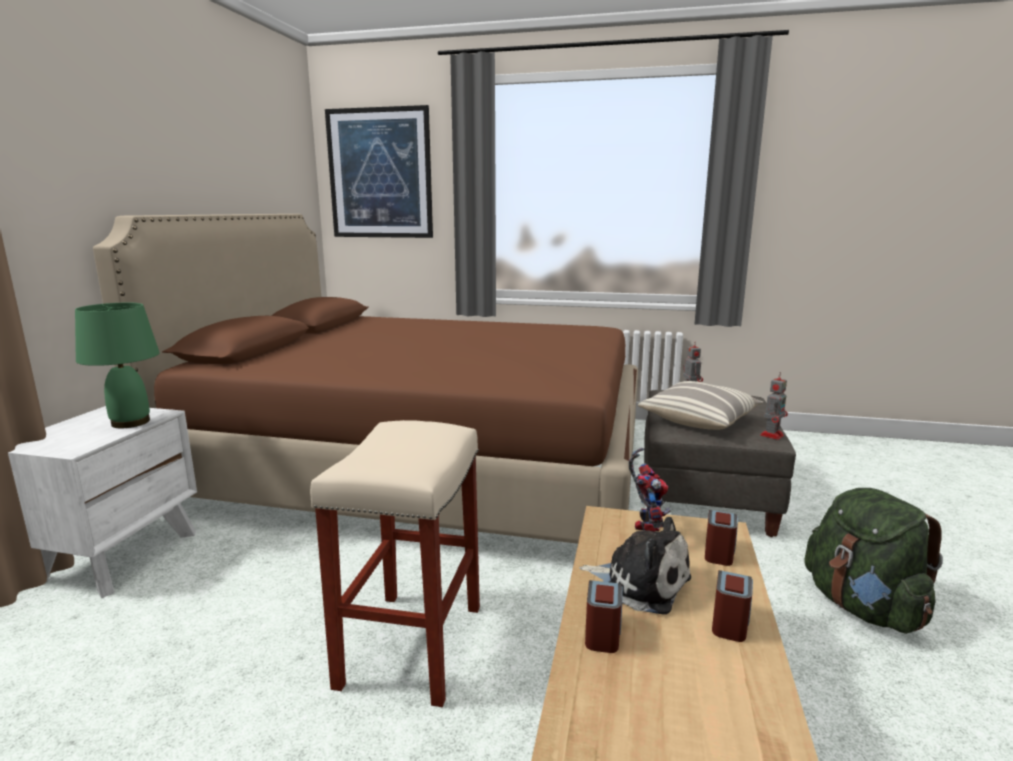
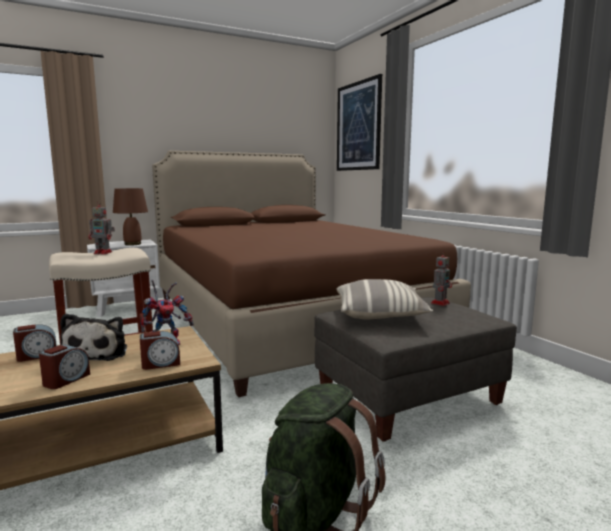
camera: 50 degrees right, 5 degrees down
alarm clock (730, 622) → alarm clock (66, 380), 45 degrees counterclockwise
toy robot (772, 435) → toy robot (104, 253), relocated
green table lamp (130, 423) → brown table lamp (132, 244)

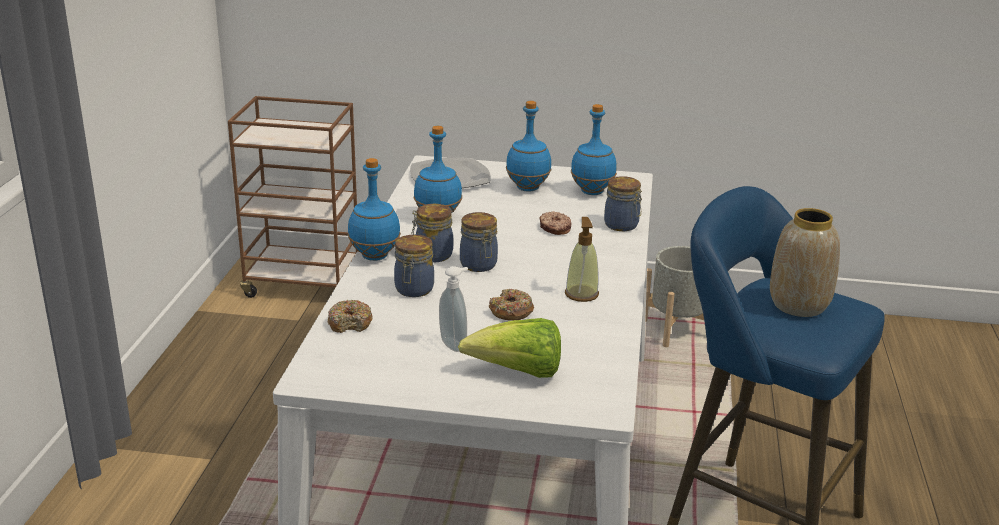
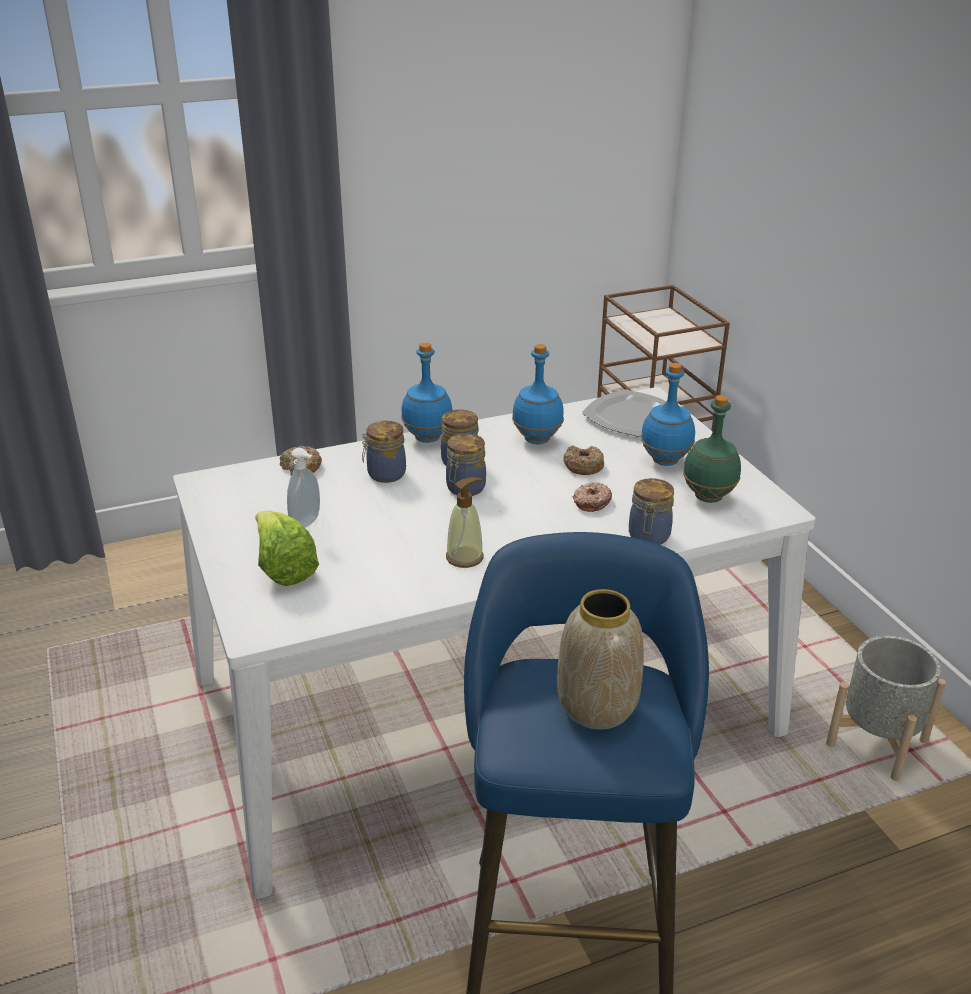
camera: 60 degrees right, 5 degrees up
donut (511, 312) → donut (583, 466), relocated
blue bottle (592, 191) → green bottle (709, 496)

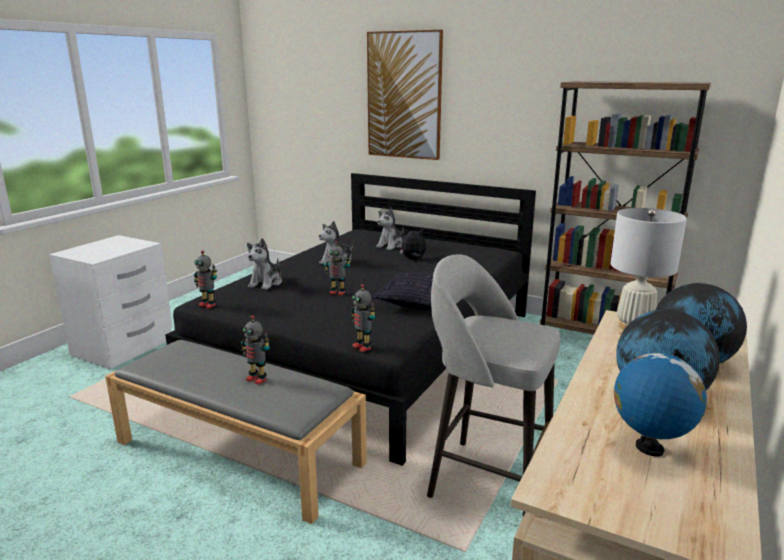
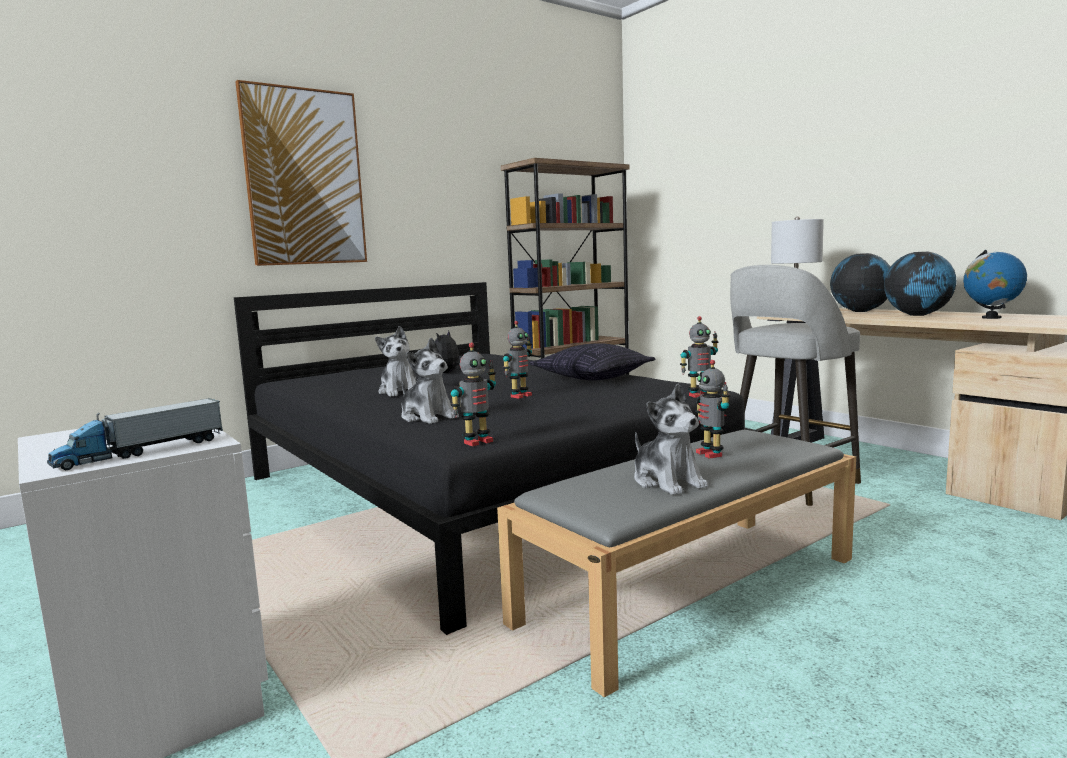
camera: 65 degrees left, 10 degrees down
- → toy truck (141, 452)
plush toy (391, 245) → plush toy (667, 481), relocated
toy robot (257, 379) → toy robot (711, 454), 105 degrees clockwise

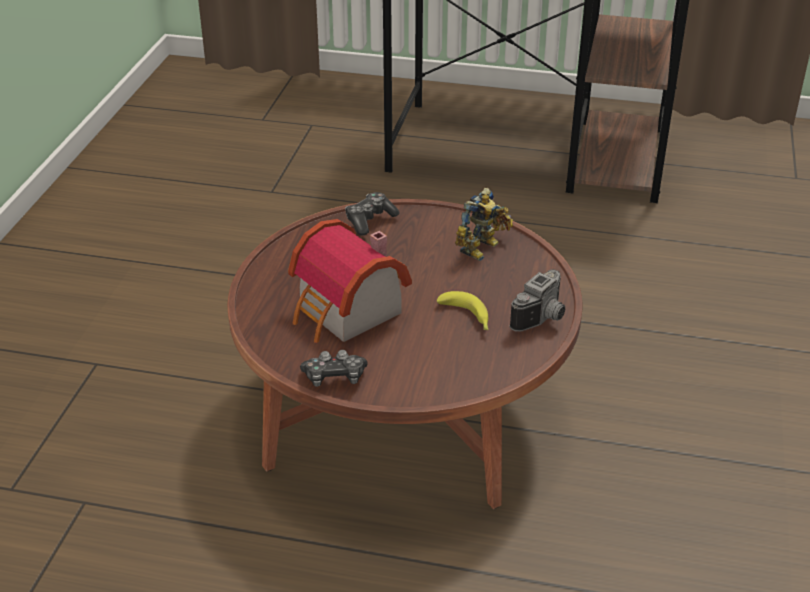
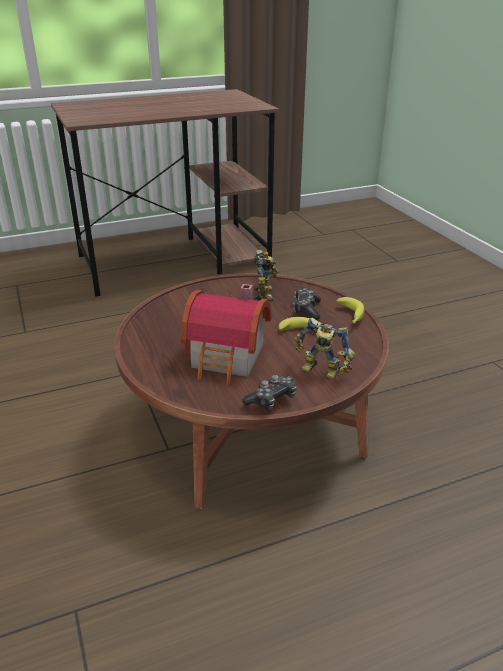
camera: 35 degrees left, 5 degrees down
game controller (370, 220) → game controller (306, 309), relocated
- → toy robot (321, 372)
photo camera (544, 318) → banana (350, 315)

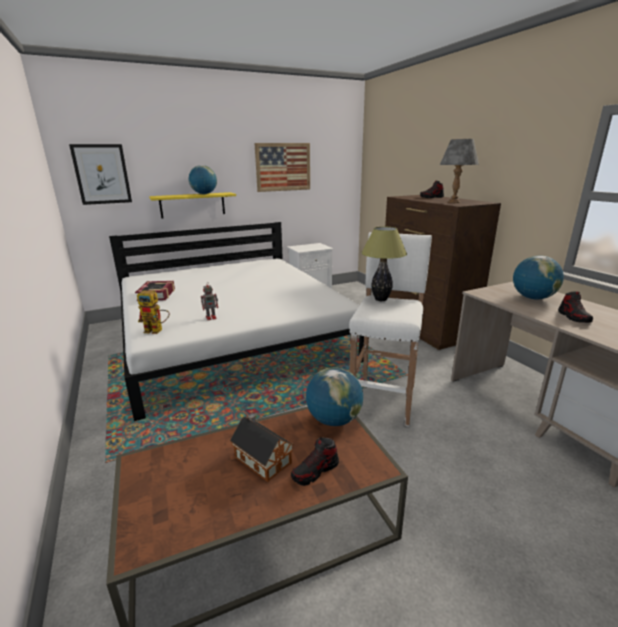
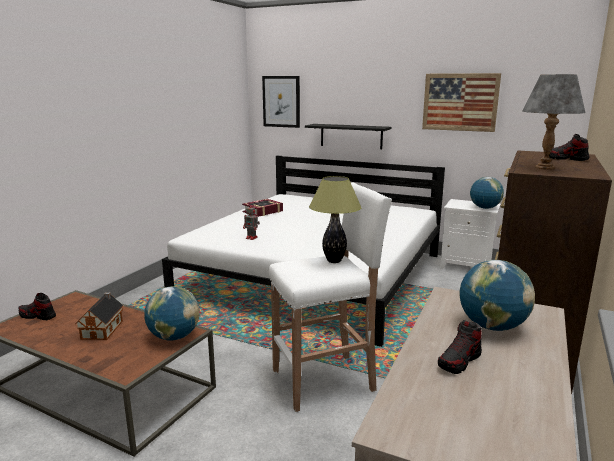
camera: 50 degrees right, 5 degrees down
shoe (315, 471) → shoe (37, 316), relocated
yellow shelf (192, 205) → black shelf (351, 136)
globe (204, 194) → globe (485, 208), relocated
toy robot (157, 330) → -

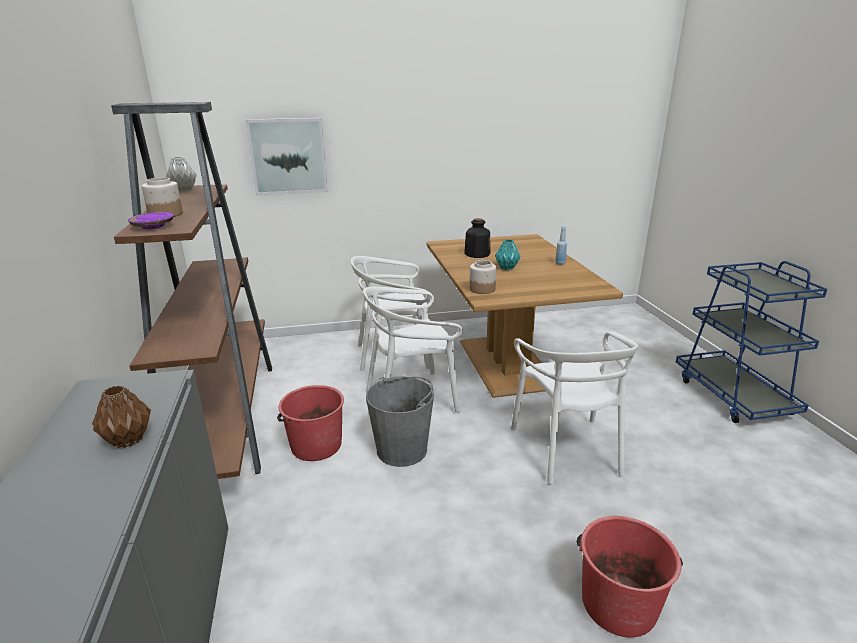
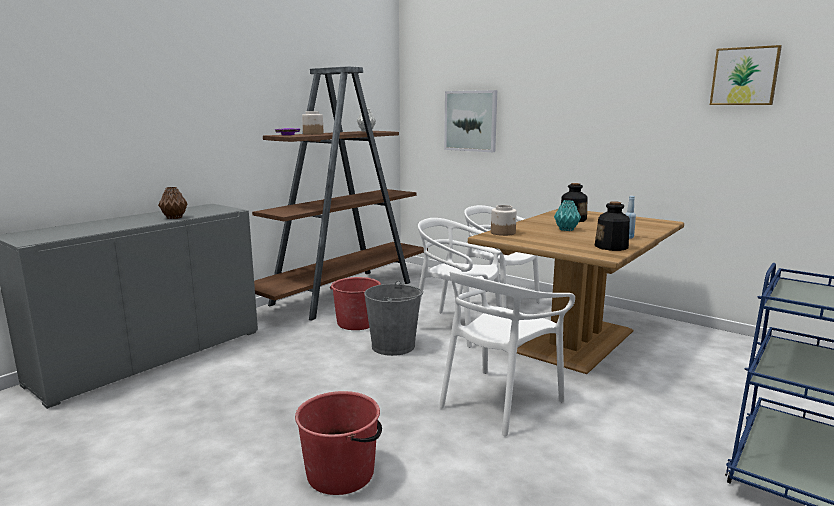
camera: 50 degrees right, 10 degrees down
- → bottle (611, 247)
- → picture (744, 76)

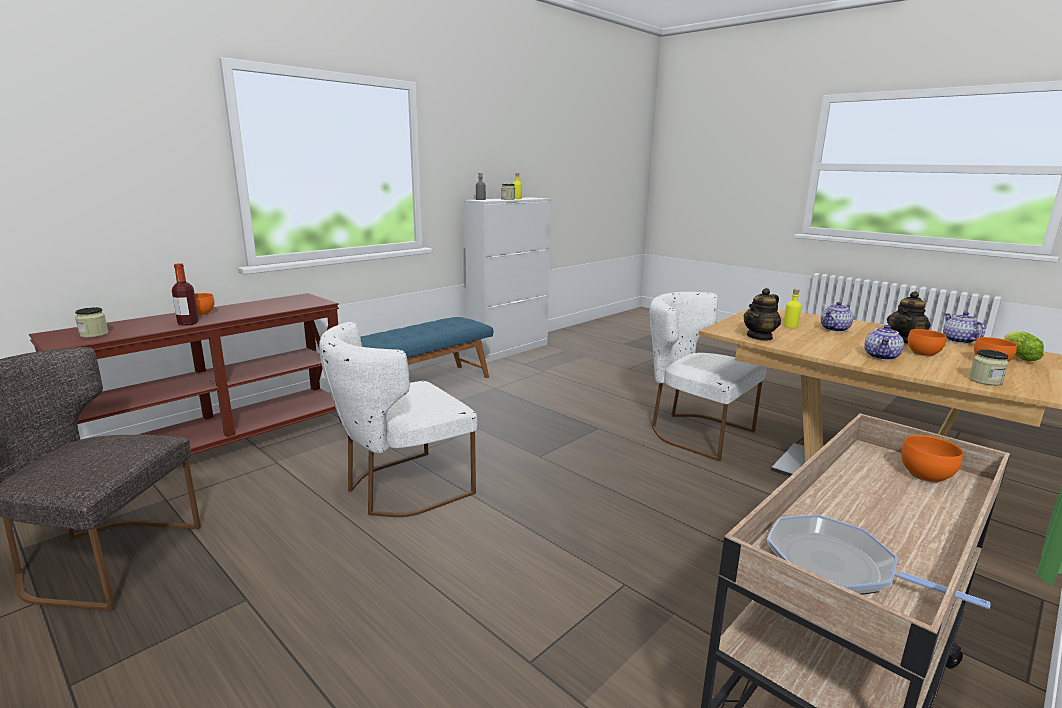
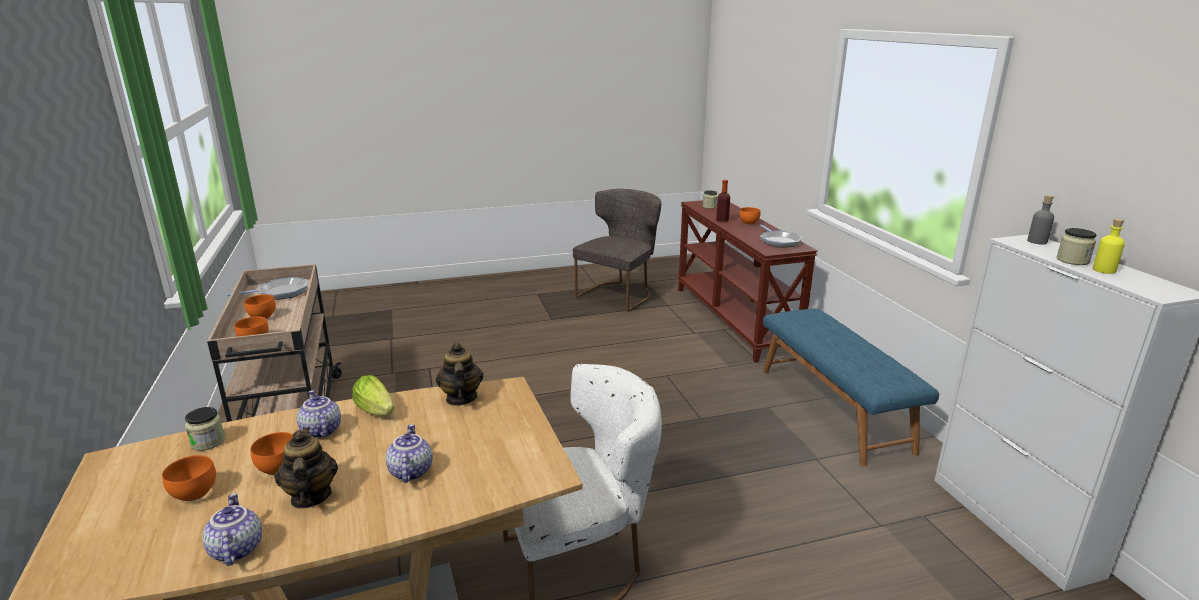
camera: 120 degrees right, 5 degrees up
teapot (958, 341) → teapot (235, 549), 135 degrees counterclockwise
- → orange bowl (261, 316)
lettuce (1016, 356) → lettuce (377, 411), relocated
- → frying pan (779, 241)
white chair (401, 488) → -
yellow bottle (790, 326) → -

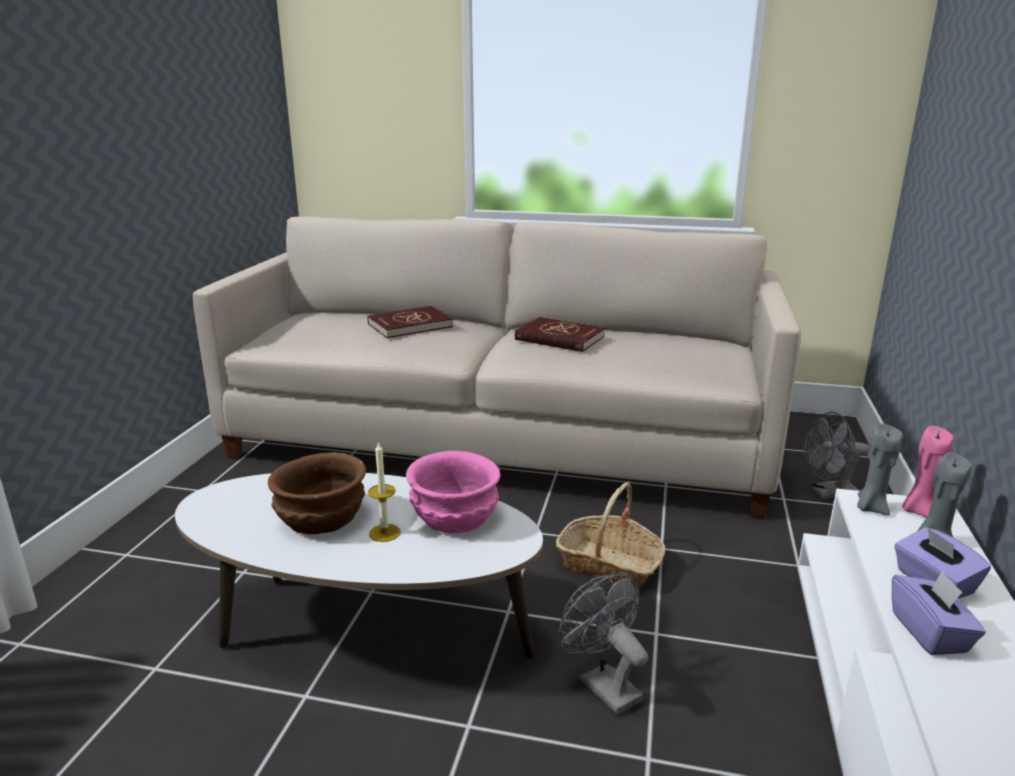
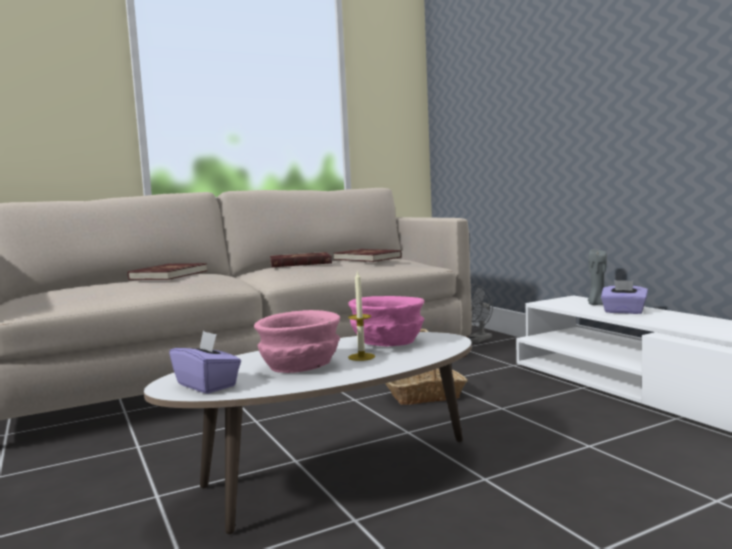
camera: 40 degrees left, 15 degrees down
purple tissue box (930, 633) → purple tissue box (207, 385), relocated
brown bowl (320, 520) → pink bowl (300, 366)
- → red book (367, 258)
grey fan (602, 684) → -
grey candle (870, 508) → -
pink candle (918, 511) → -

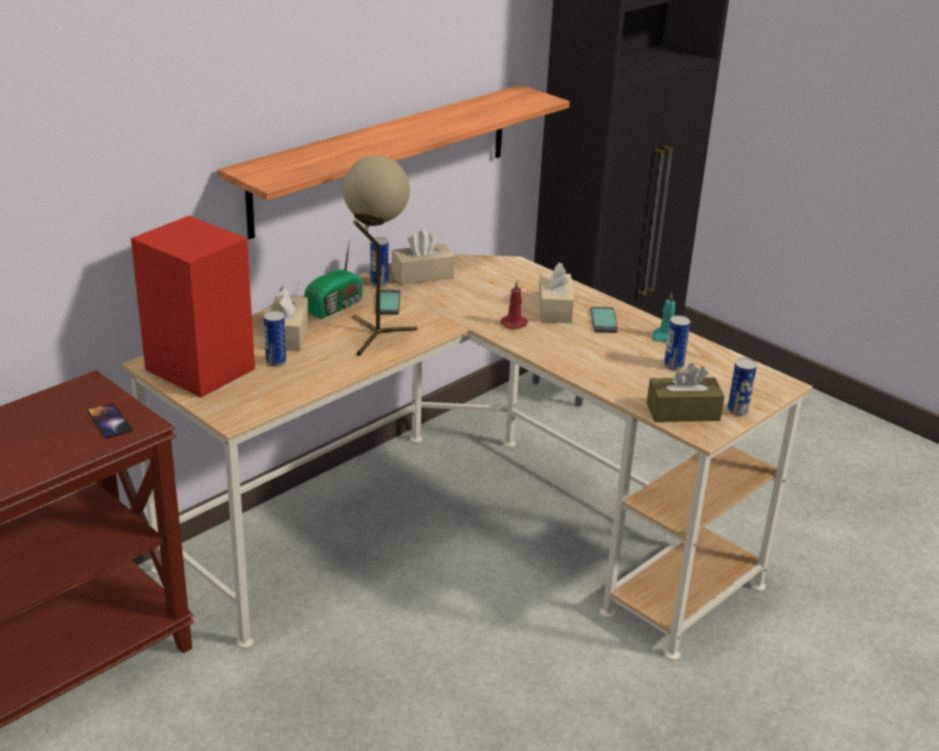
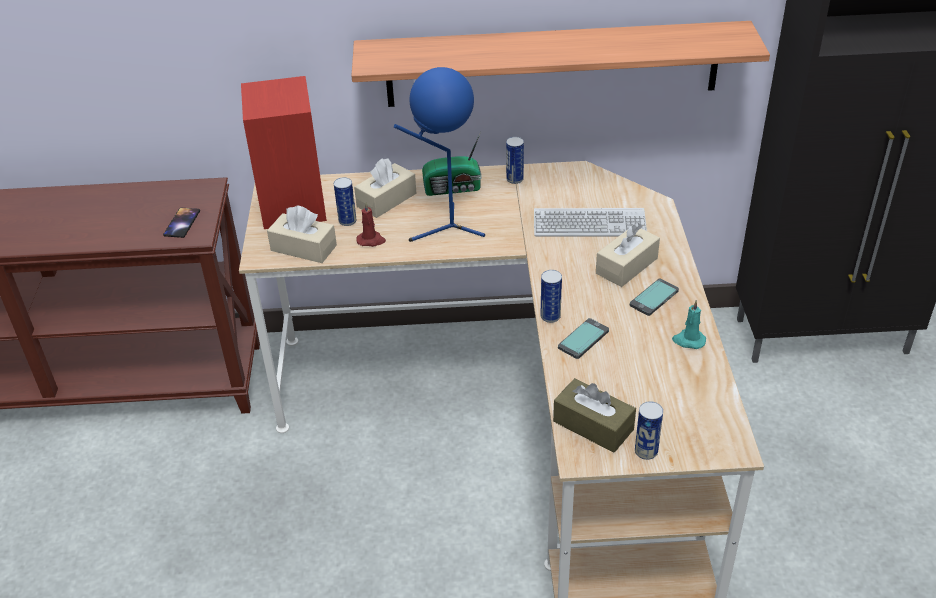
camera: 45 degrees right, 10 degrees up
beige tissue box (422, 275) → beige tissue box (303, 248), relocated
red candle (515, 324) → red candle (371, 240), relocated
beige table lamp (375, 335) → blue table lamp (446, 228)
- → keyboard (589, 224)
can (673, 365) → can (550, 316), relocated
phone (387, 303) → phone (583, 339), relocated

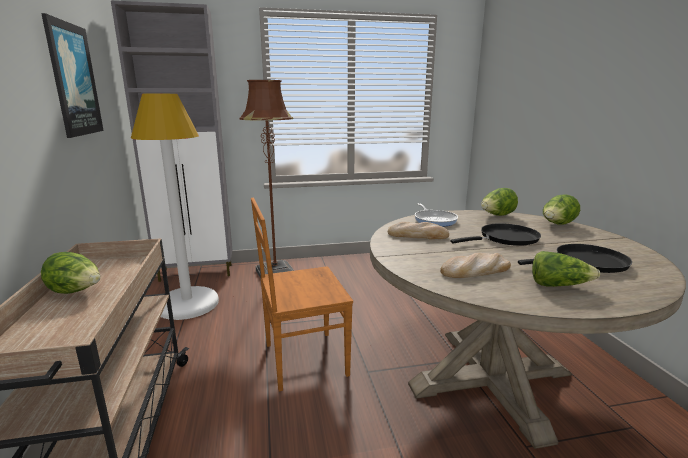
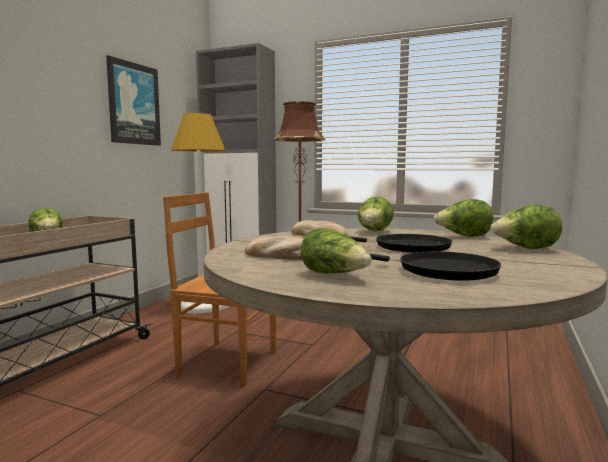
camera: 35 degrees right, 10 degrees down
frying pan (434, 220) → lettuce (375, 232)

